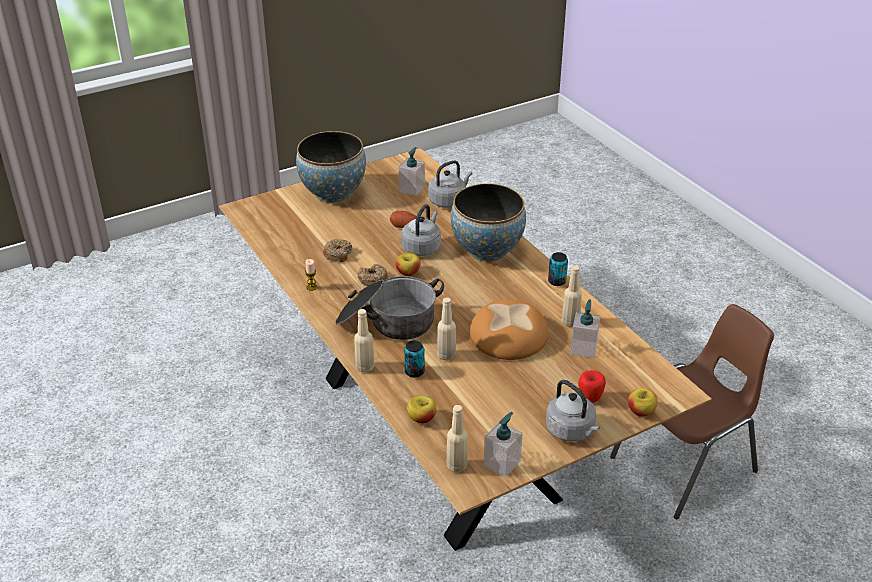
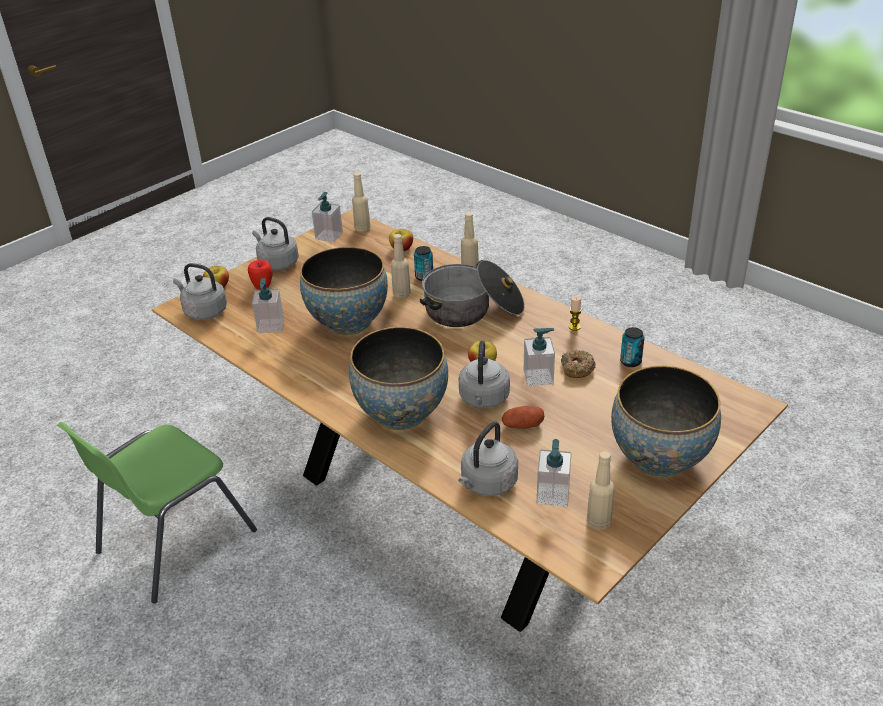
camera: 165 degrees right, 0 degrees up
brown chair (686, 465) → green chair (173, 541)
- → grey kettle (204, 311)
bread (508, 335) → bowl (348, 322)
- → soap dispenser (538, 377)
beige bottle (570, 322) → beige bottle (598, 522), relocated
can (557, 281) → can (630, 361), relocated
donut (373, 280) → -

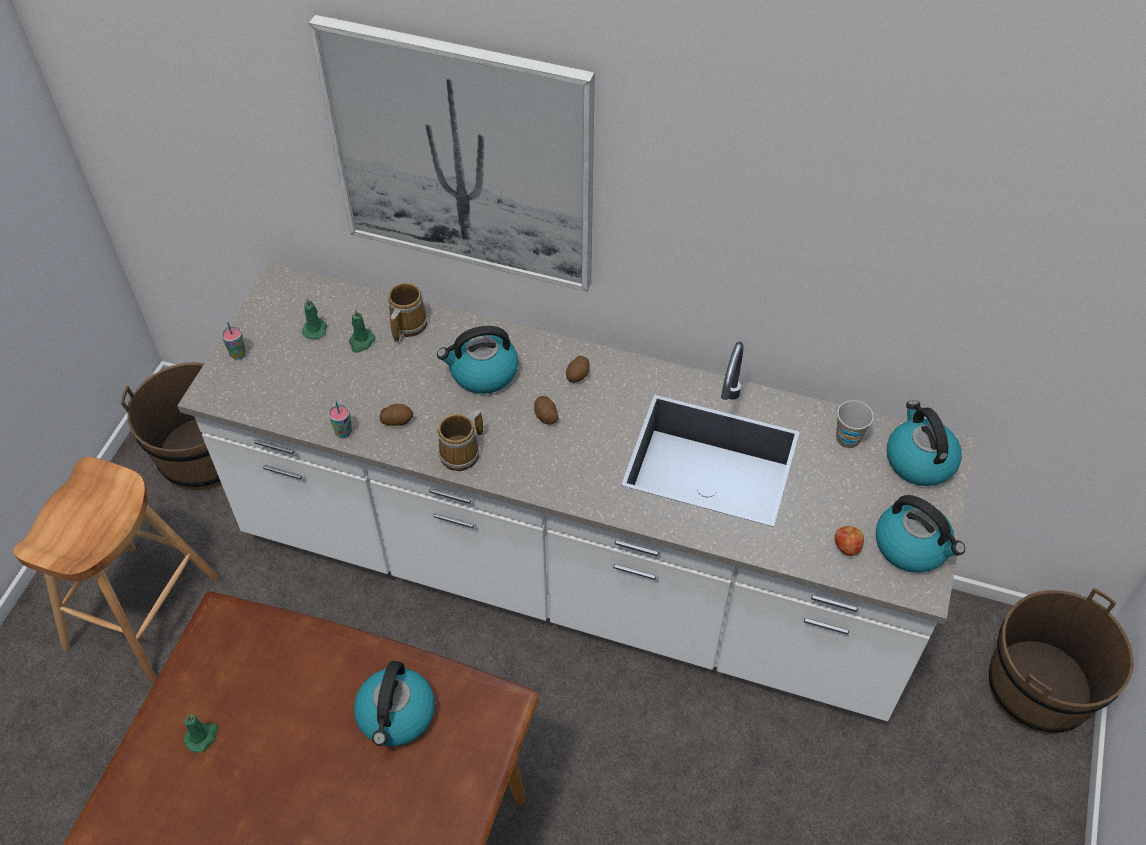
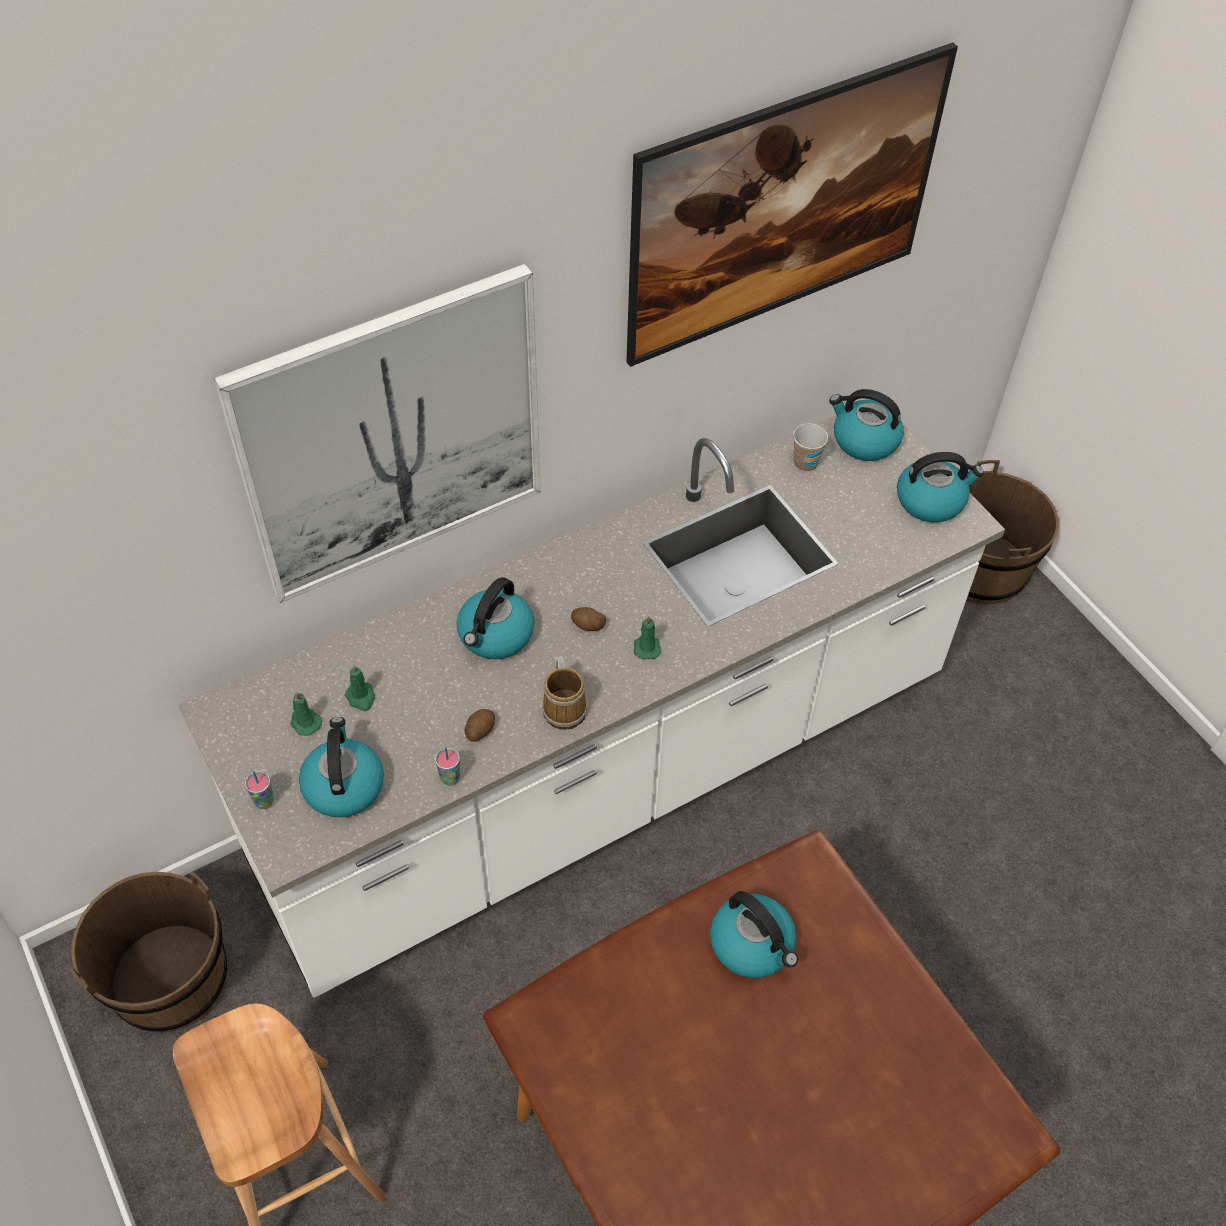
camera: 50 degrees left, 0 degrees up
- → kettle (343, 785)
- → picture (777, 257)
green candle (202, 736) → green candle (646, 647), relocated
mug (406, 325) → -
potato (578, 375) → -
apple (846, 548) → -

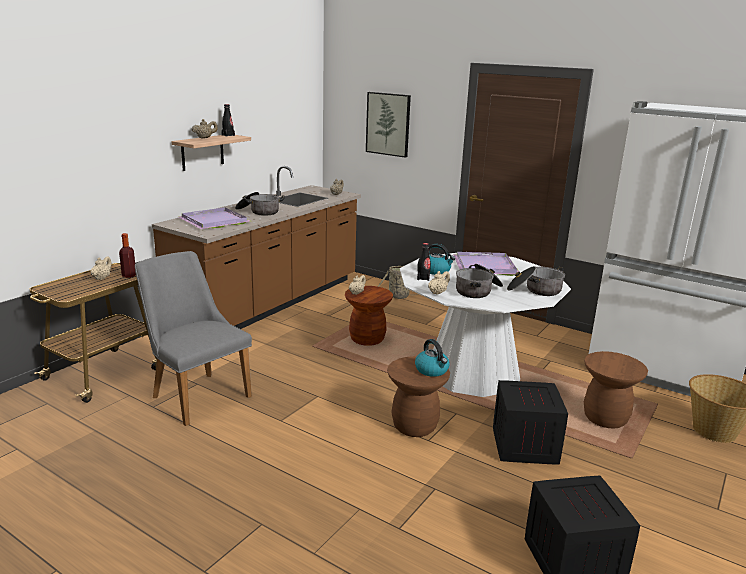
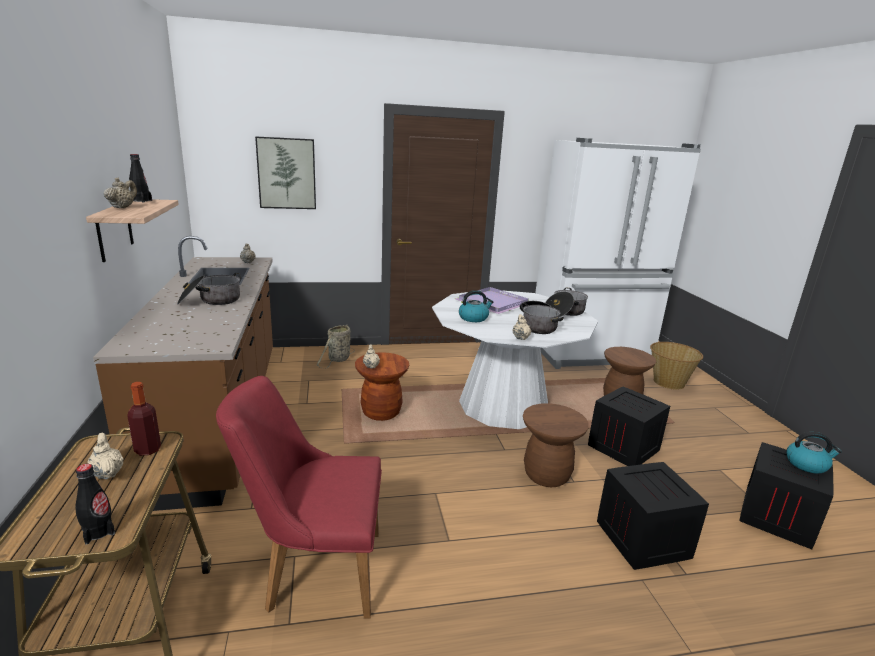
camera: 45 degrees left, 0 degrees up
black bottle (423, 278) → black bottle (98, 532), relocated
grey chair (195, 394) → red chair (313, 570)
- → crate (644, 540)
kettle (432, 370) → kettle (807, 464), relocated
purple tray (216, 221) → -

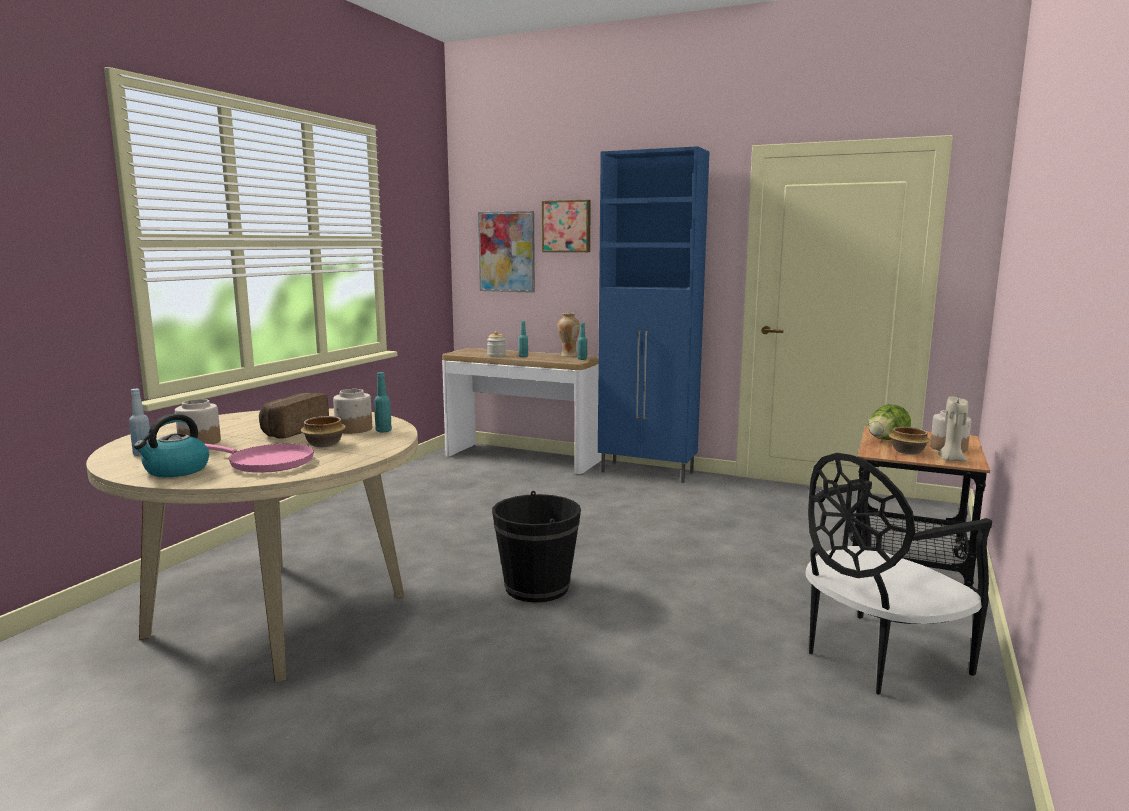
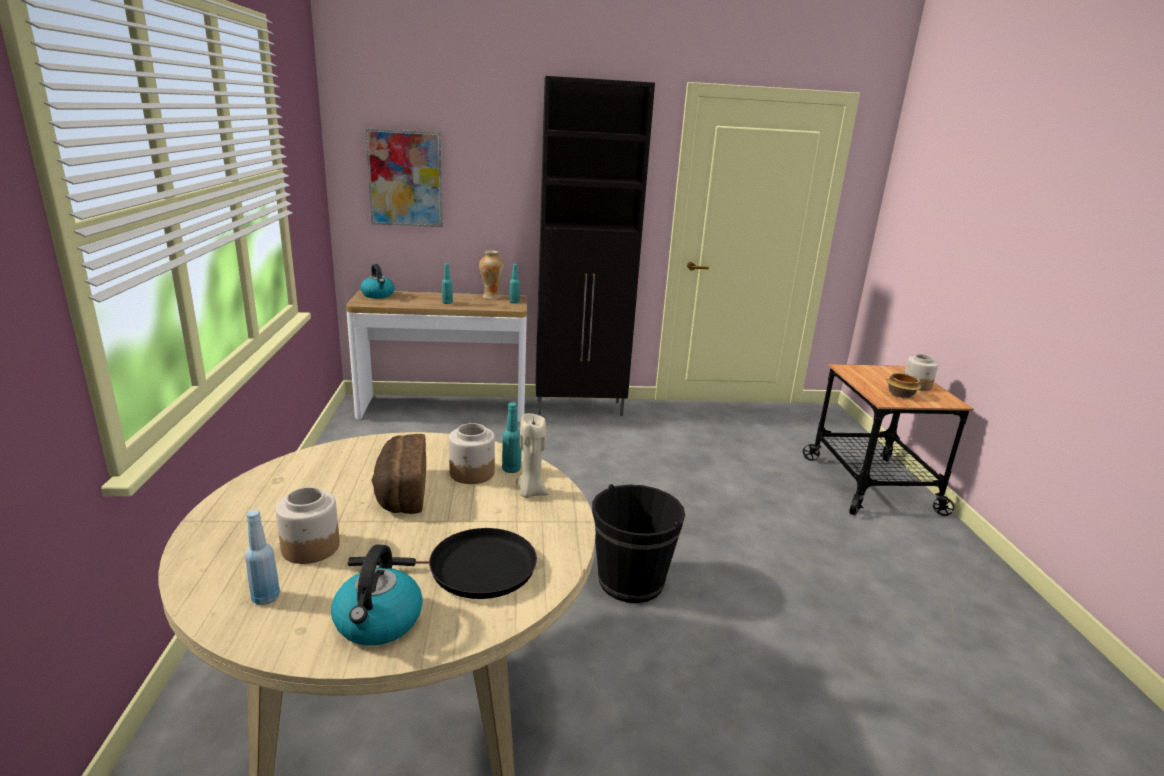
camera: 30 degrees left, 10 degrees up
pink frying pan (267, 463) → black frying pan (474, 569)
- → kettle (378, 295)
beige candle (950, 460) → beige candle (530, 492), relocated
blue cabinet (648, 472) → black cabinet (581, 408)
bowl (325, 444) → -
jar (496, 356) → -
picture (567, 226) → -
black chair (876, 657) → -
lettuce (885, 440) → -

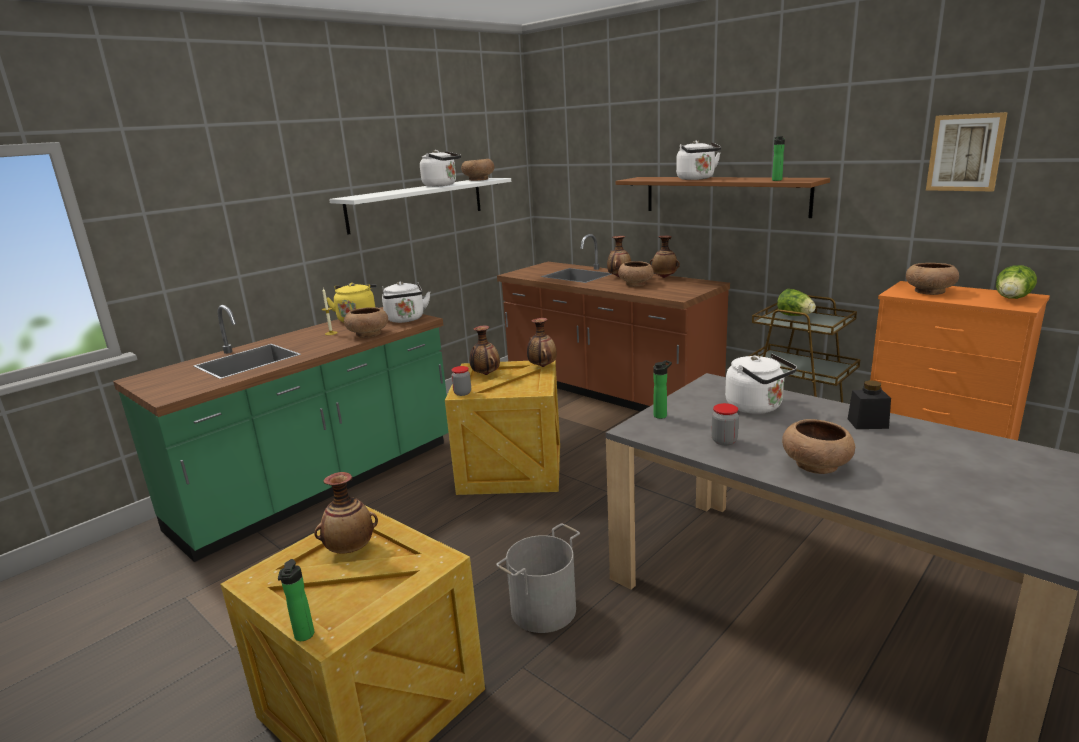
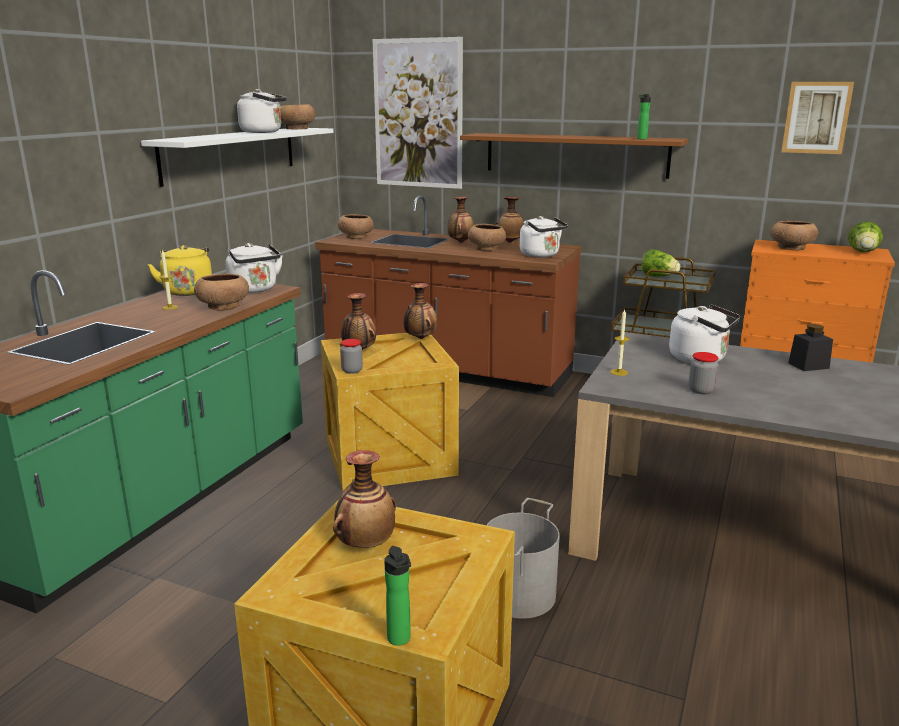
camera: 20 degrees left, 0 degrees up
brown bowl (816, 464) → brown bowl (356, 237), relocated
- → picture (418, 114)
white kettle (697, 179) → white kettle (541, 255), relocated
bottle (661, 415) → candle (619, 372)

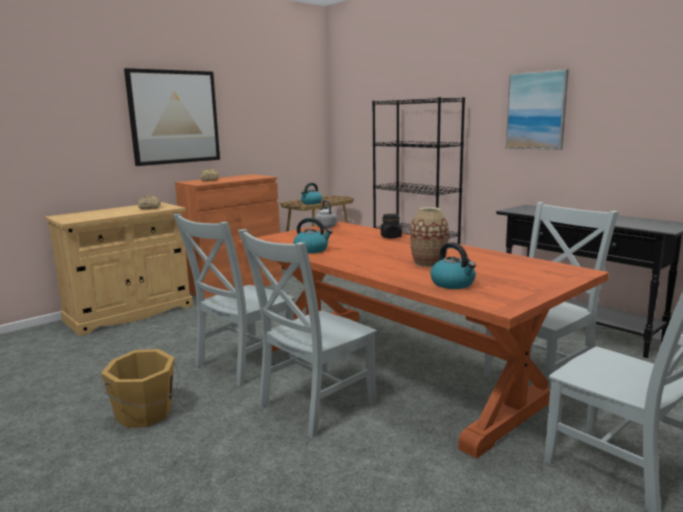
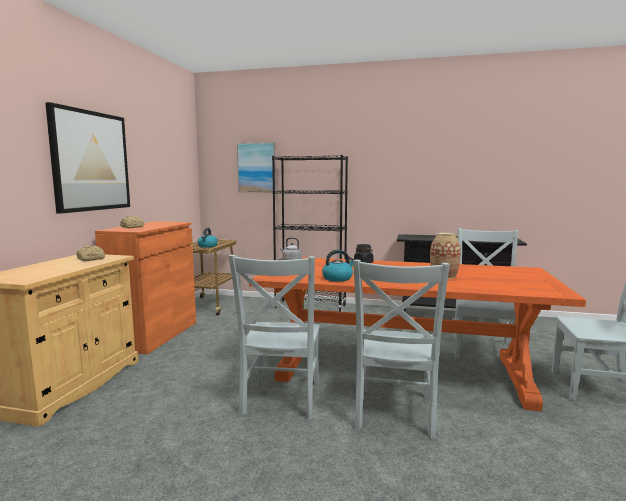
camera: 35 degrees left, 5 degrees down
picture (536, 111) → picture (256, 167), relocated
orange bucket (145, 414) → -
kettle (453, 284) → -

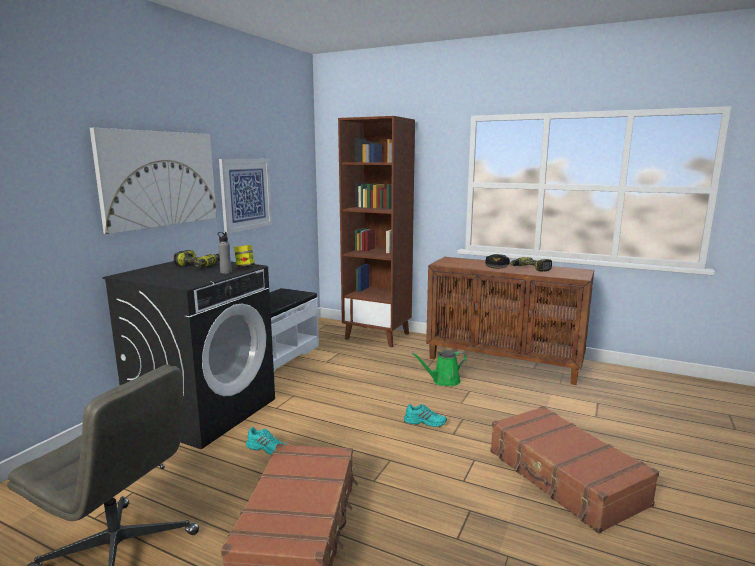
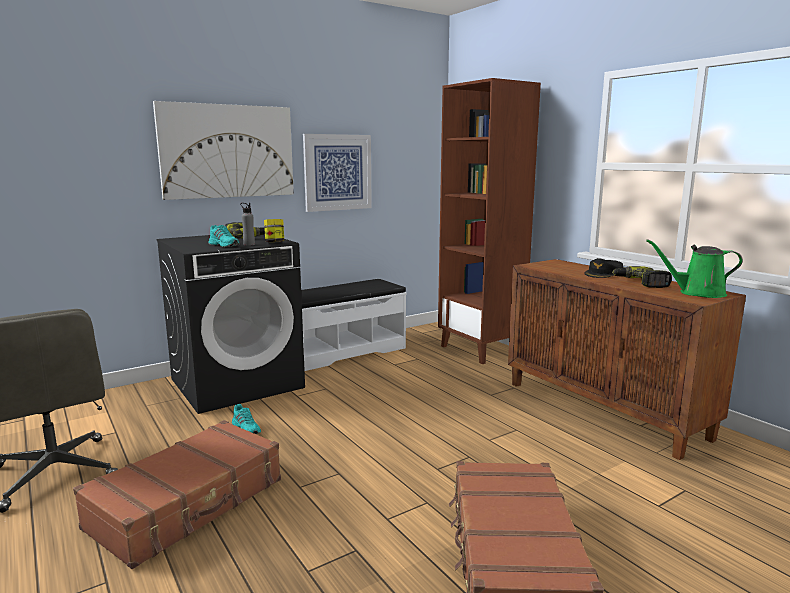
camera: 30 degrees right, 0 degrees up
turquoise shoe (425, 422) → turquoise shoe (224, 245), relocated
green watering can (443, 381) → green watering can (697, 293), relocated

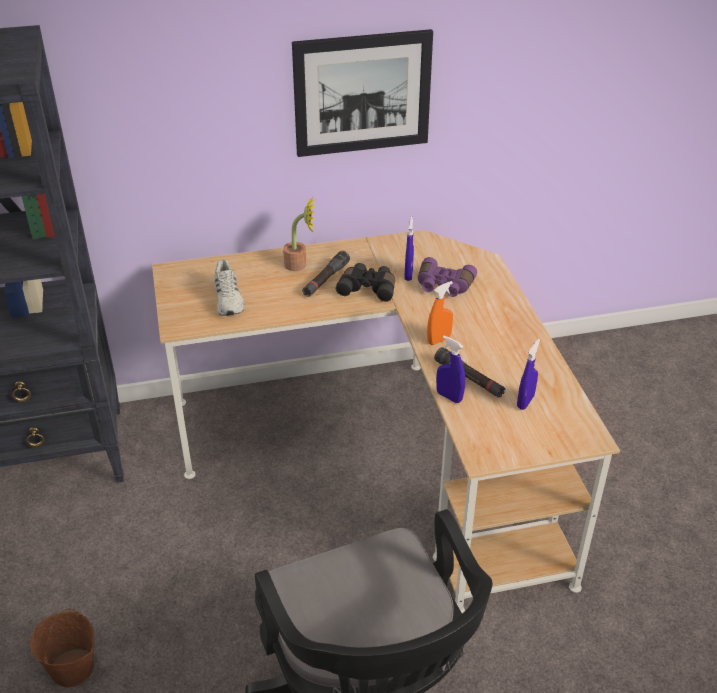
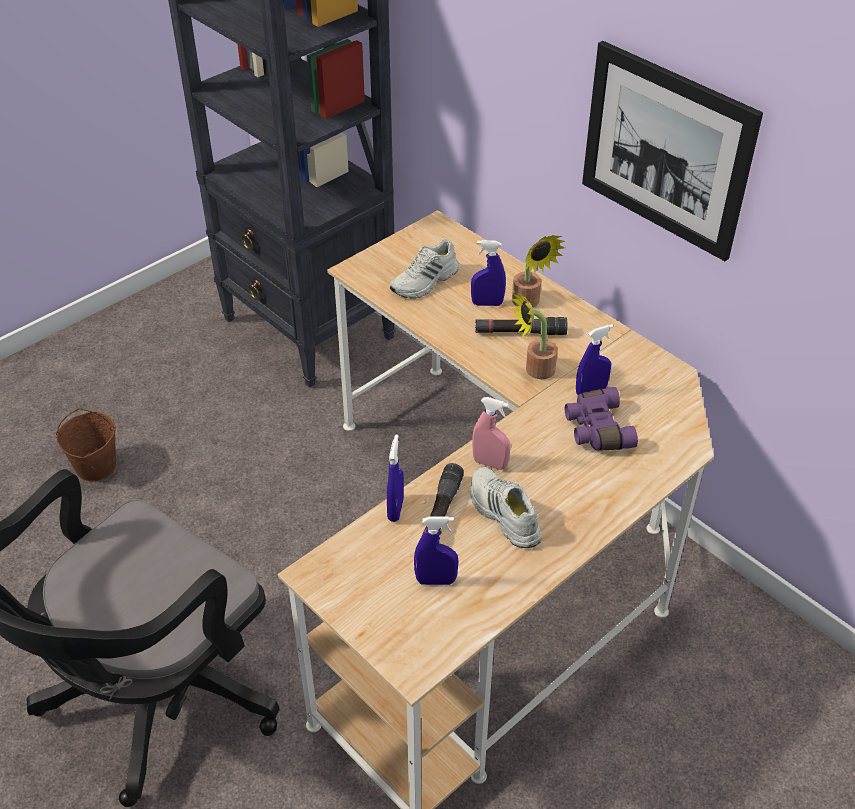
camera: 60 degrees right, 5 degrees up
- → white shoe (502, 514)
- → blue spray bottle (487, 303)
orange spray bottle (439, 340) → pink spray bottle (490, 463)
black binoculars (368, 288) → potted plant (534, 370)

